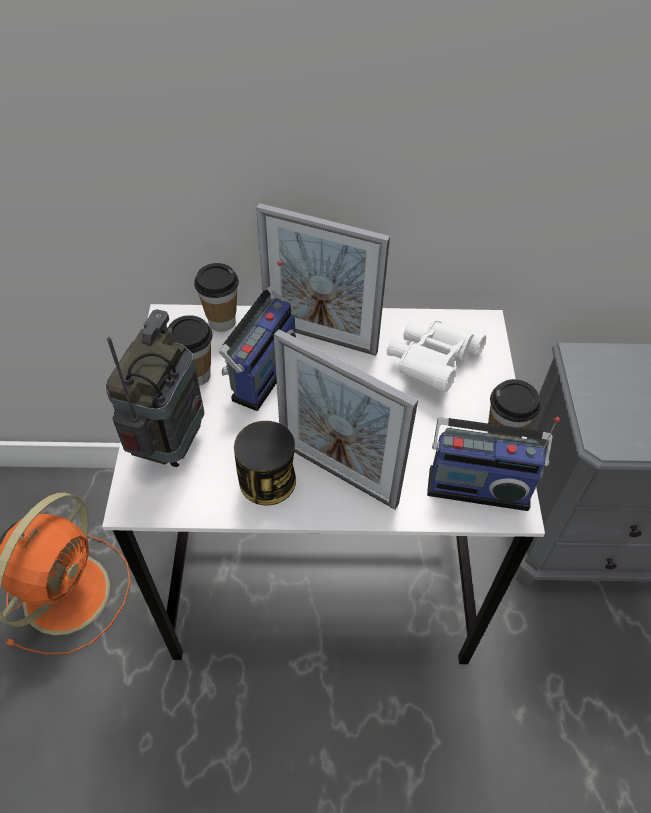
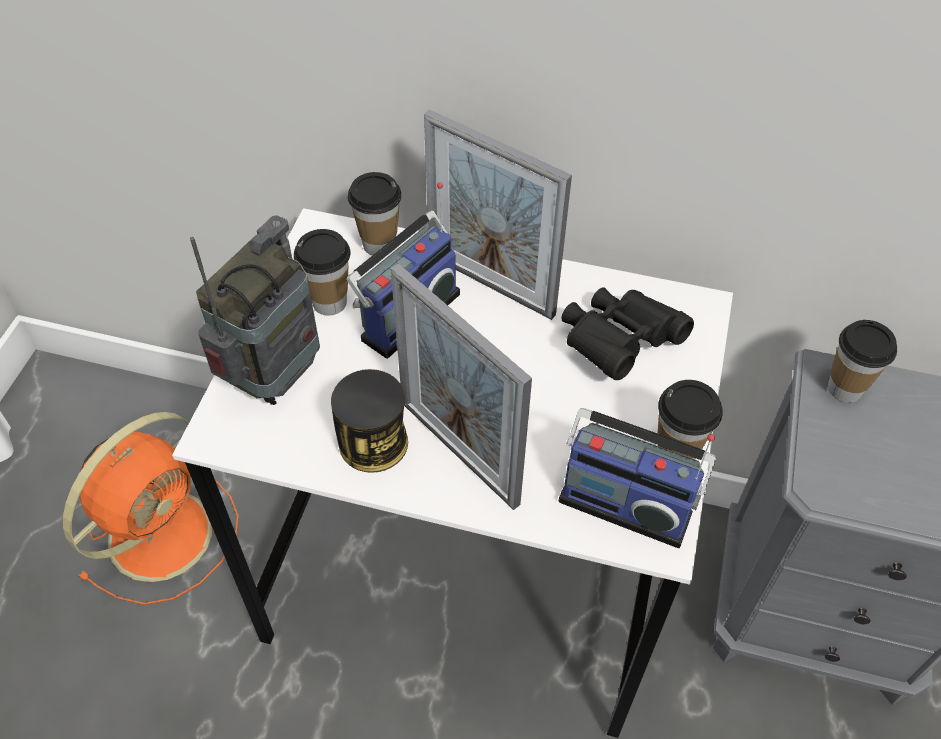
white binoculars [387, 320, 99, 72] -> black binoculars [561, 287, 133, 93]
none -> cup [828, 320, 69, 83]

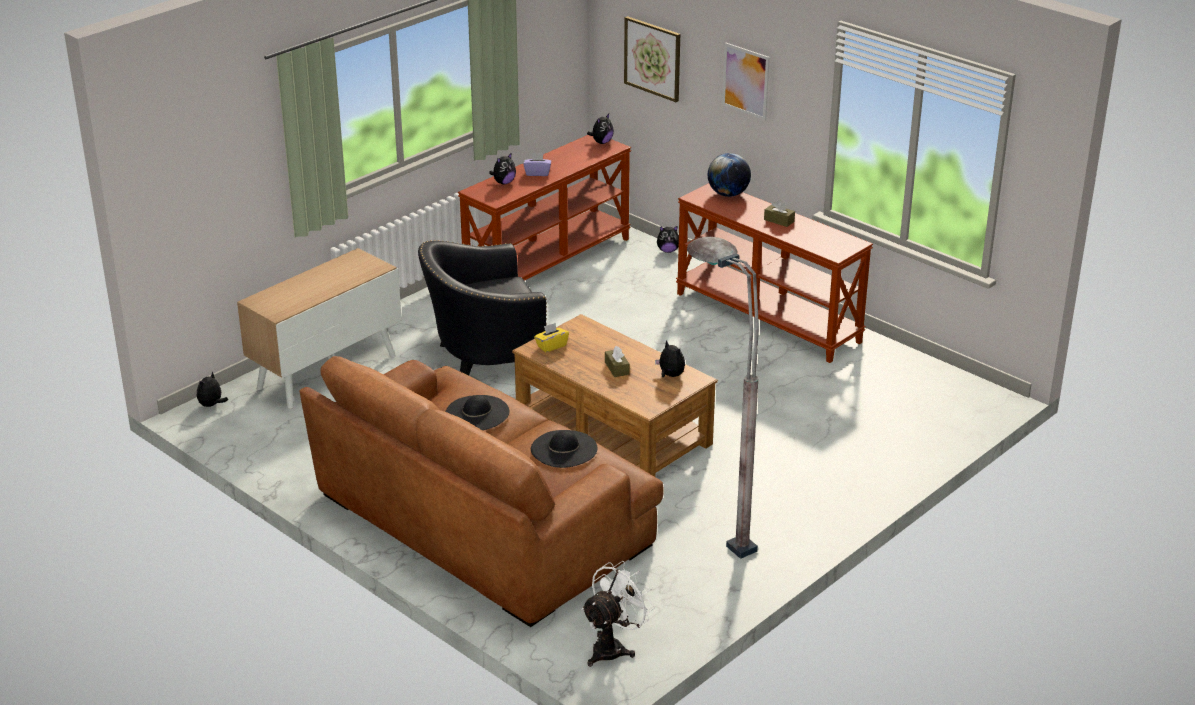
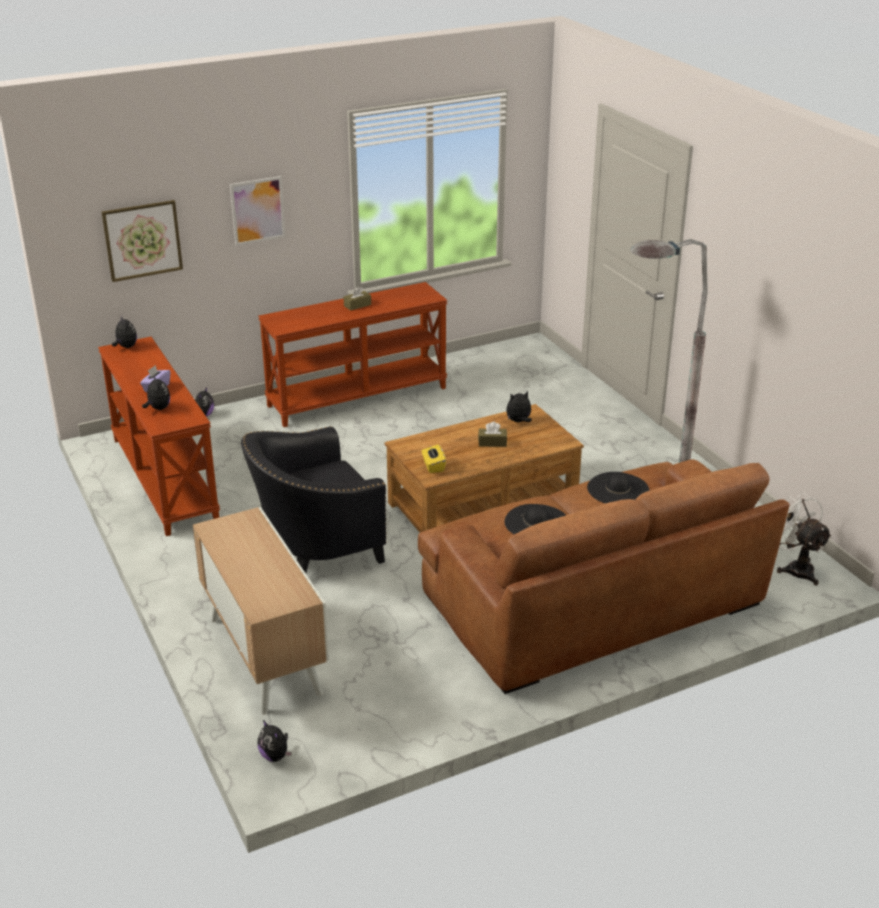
black armchair [418, 240, 129, 136] -> black armchair [241, 426, 145, 147], 60 degrees clockwise
globe [708, 153, 43, 44] -> none

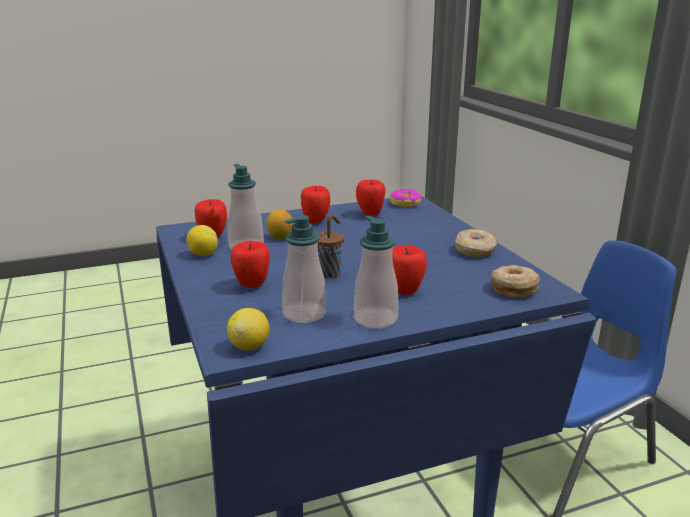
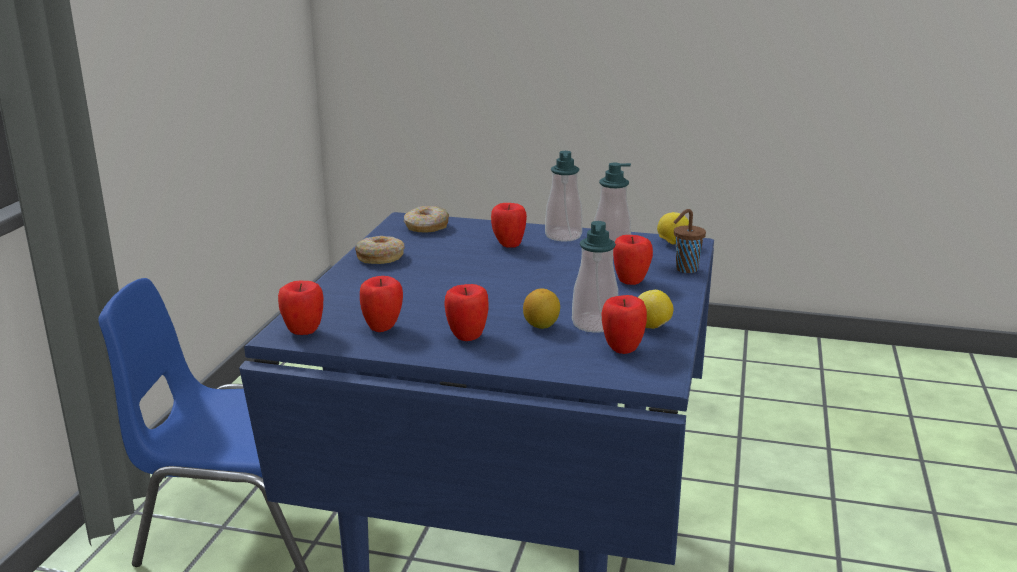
brown cup [318, 215, 26, 63] -> brown cup [674, 209, 32, 64], moved
donut [390, 189, 31, 18] -> apple [278, 281, 45, 54]

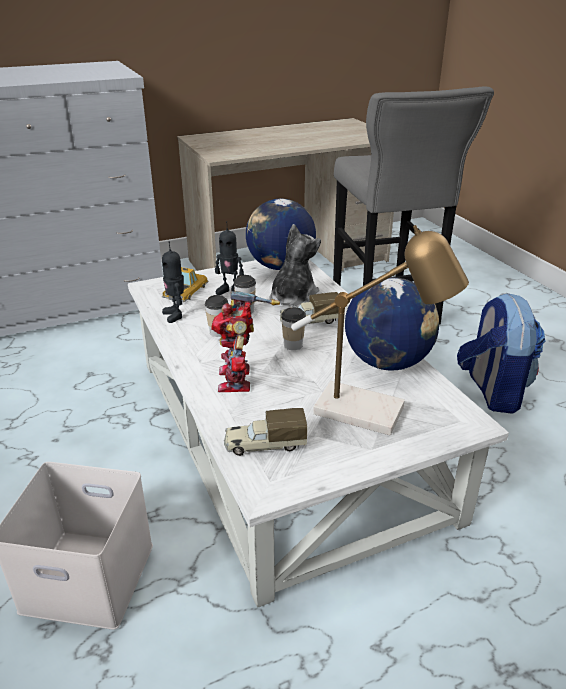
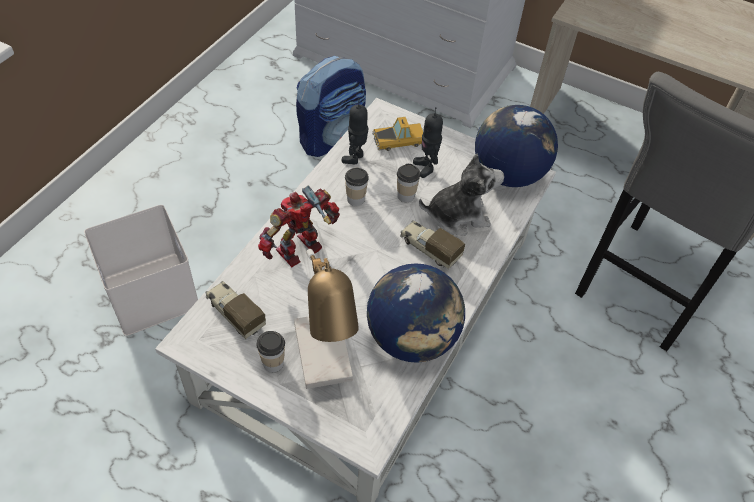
cup [281, 307, 25, 43] -> cup [257, 331, 28, 41], moved
backpack [457, 293, 88, 120] -> backpack [296, 56, 70, 101], moved

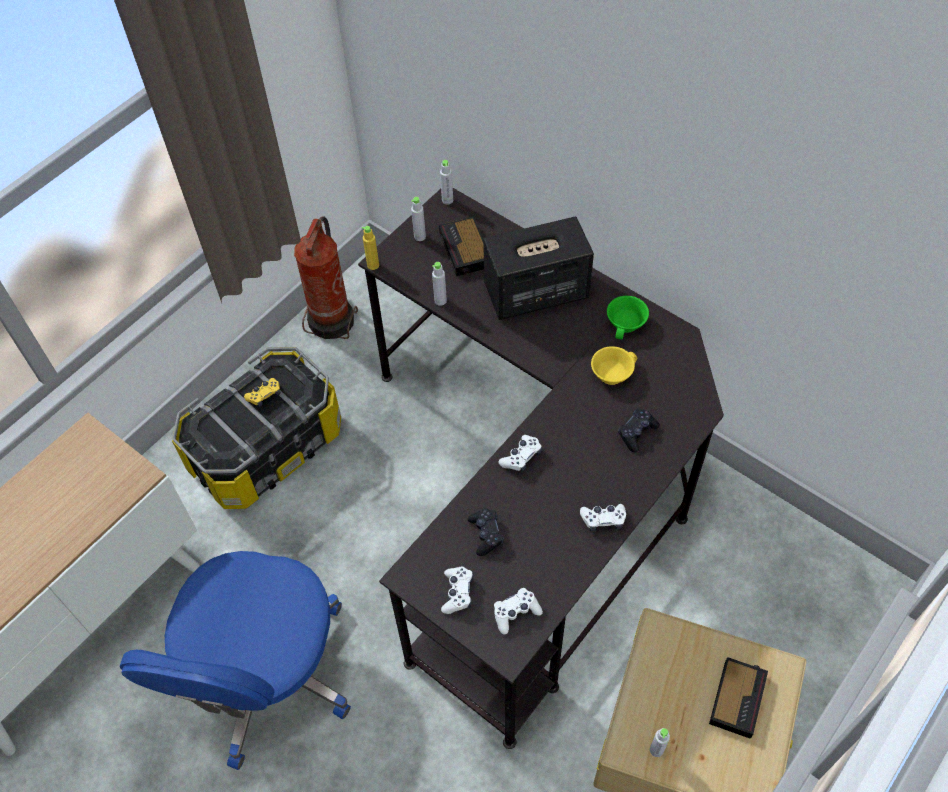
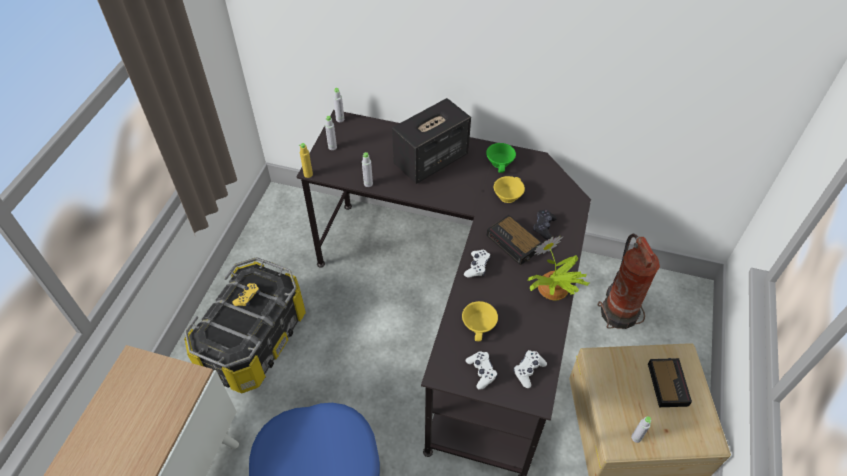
fire extinguisher [294, 216, 64, 123] -> fire extinguisher [597, 234, 63, 95], moved
alarm clock [439, 217, 45, 59] -> alarm clock [487, 215, 55, 50], moved
black game controller [468, 508, 36, 48] -> yellow cup [462, 301, 36, 40]
white game controller [580, 504, 46, 27] -> potted plant [527, 236, 63, 64]

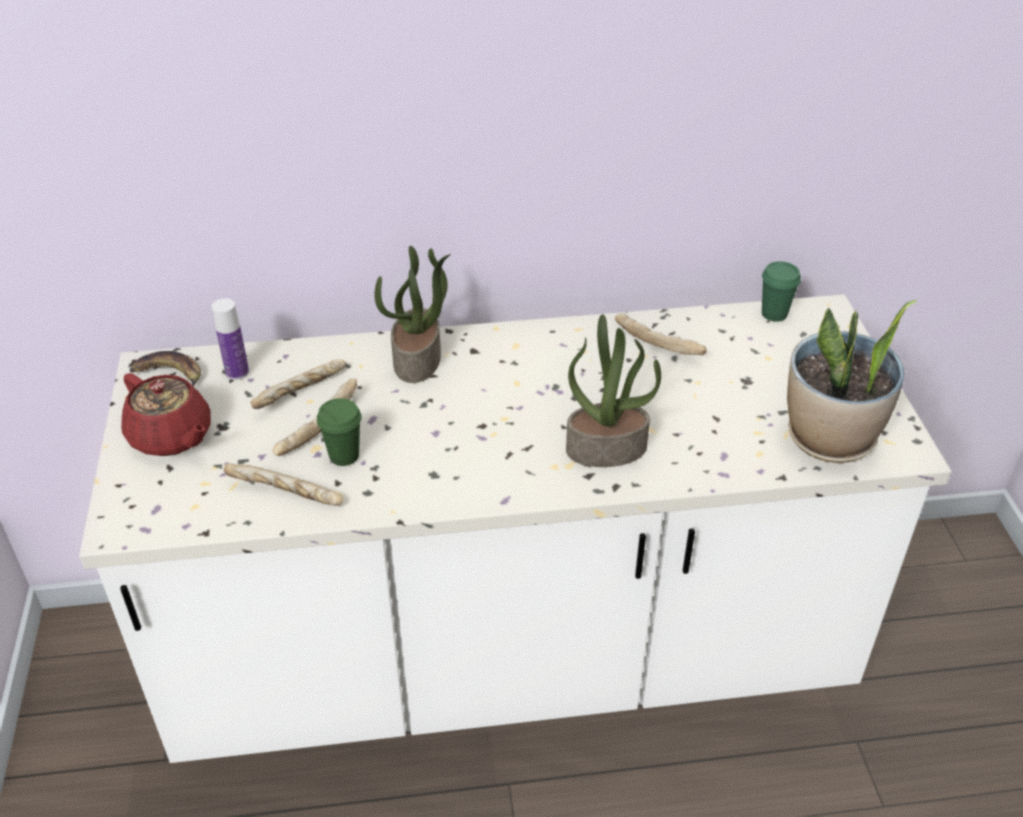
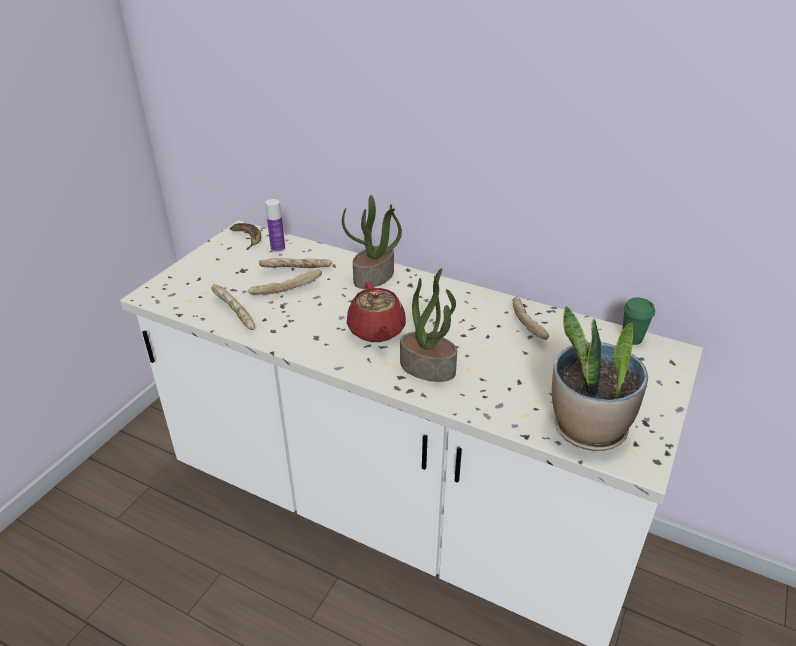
red teapot [121, 373, 90, 83] -> red teapot [347, 282, 59, 60], moved
green cup [317, 398, 45, 68] -> none

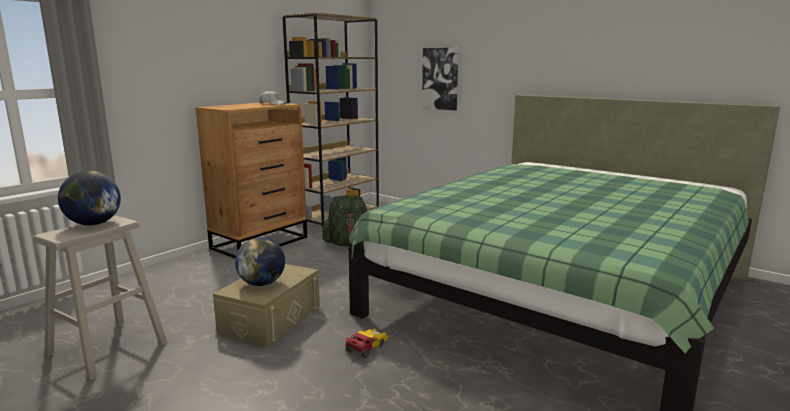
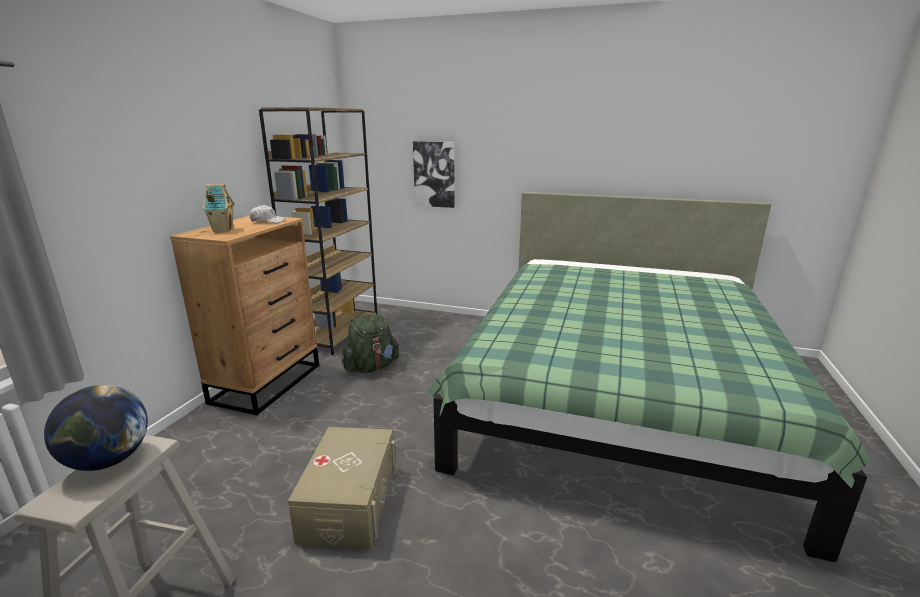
globe [235, 237, 50, 49] -> none
toy car [346, 328, 42, 30] -> none
none -> toy house [202, 184, 33, 48]

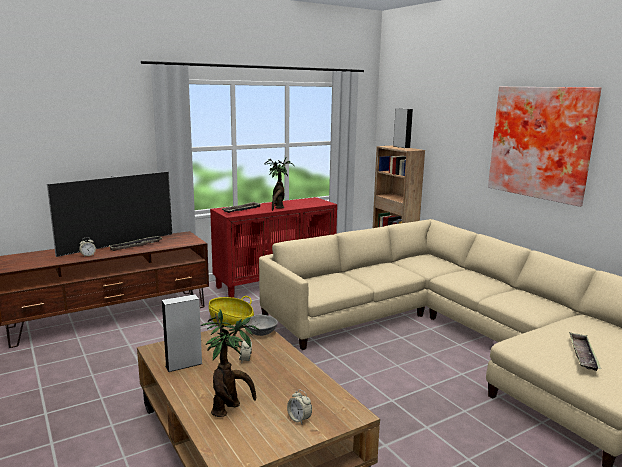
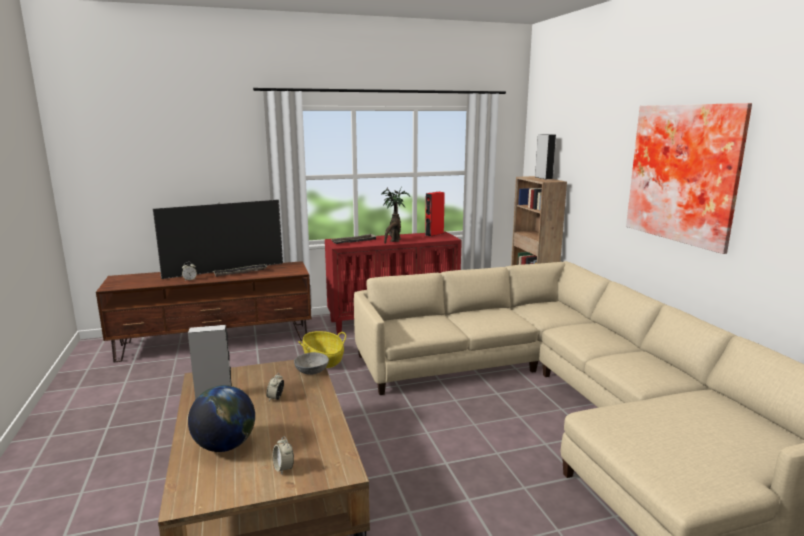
potted plant [201, 309, 58, 108] -> globe [188, 385, 67, 67]
tray [569, 332, 32, 39] -> none
none -> red speaker [425, 192, 20, 44]

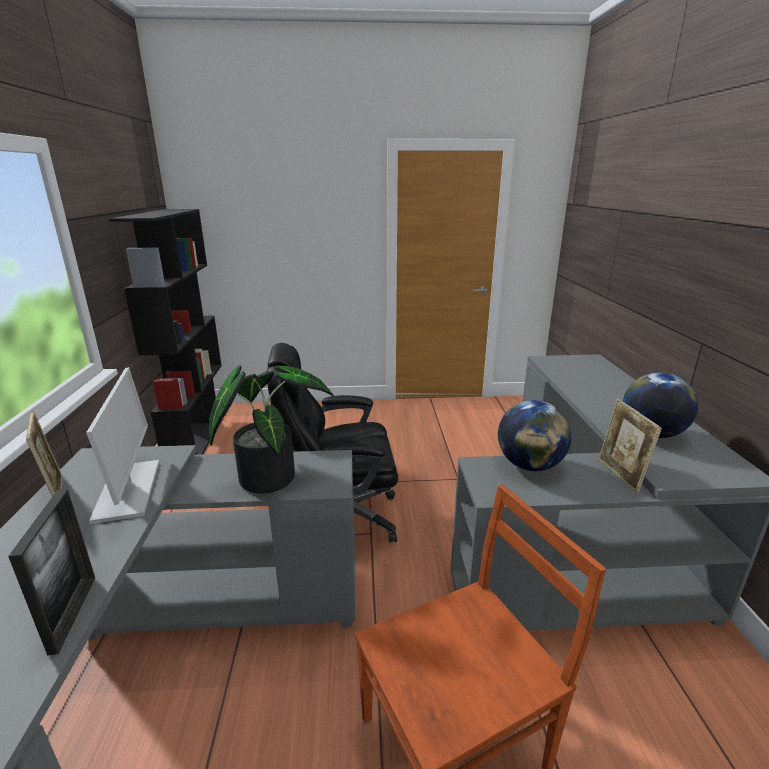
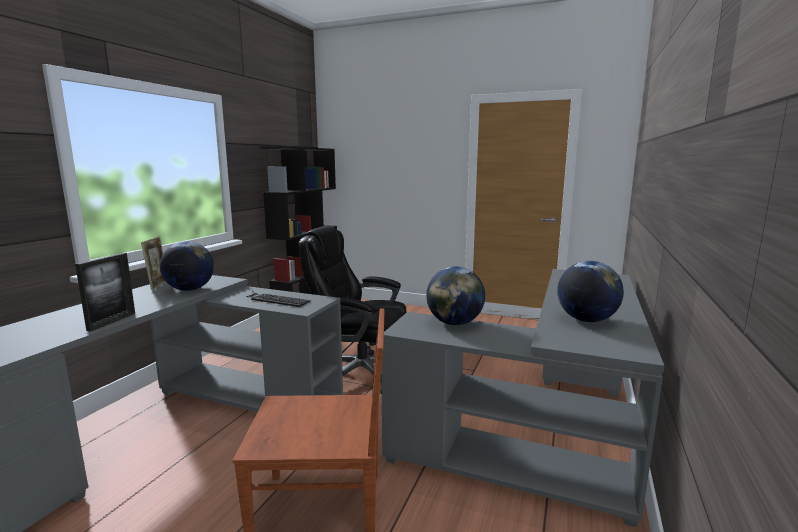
monitor [86, 367, 73, 157] -> globe [160, 241, 54, 50]
potted plant [209, 365, 125, 128] -> keyboard [246, 291, 65, 16]
picture frame [598, 399, 64, 94] -> none

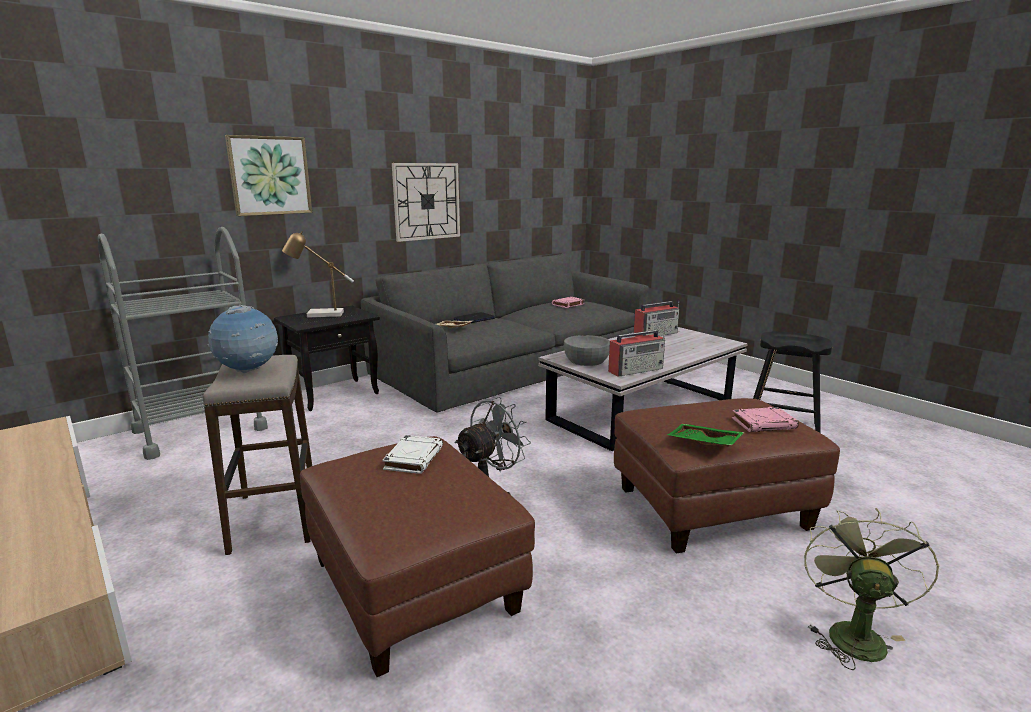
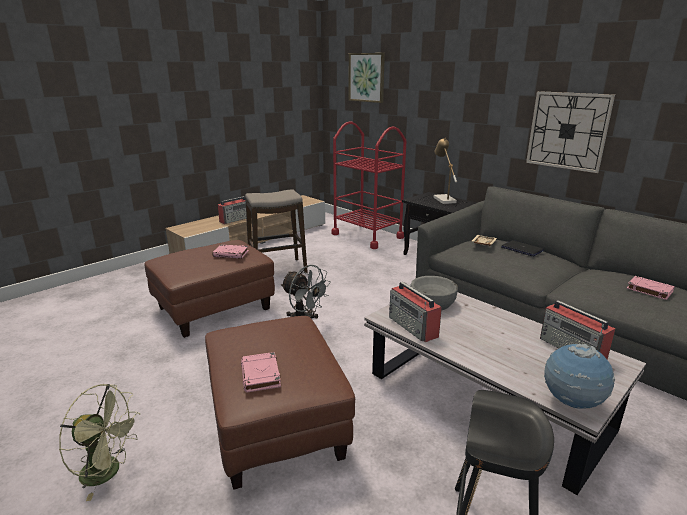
grey cart [98, 227, 170, 233] -> red cart [332, 121, 74, 128]
globe [207, 305, 71, 68] -> globe [544, 344, 71, 65], moved
picture [225, 135, 87, 81] -> picture [348, 53, 37, 50], moved
white book [382, 435, 61, 39] -> pink book [213, 244, 36, 14]
green tray [667, 424, 78, 23] -> none
none -> radio [218, 196, 28, 28]

